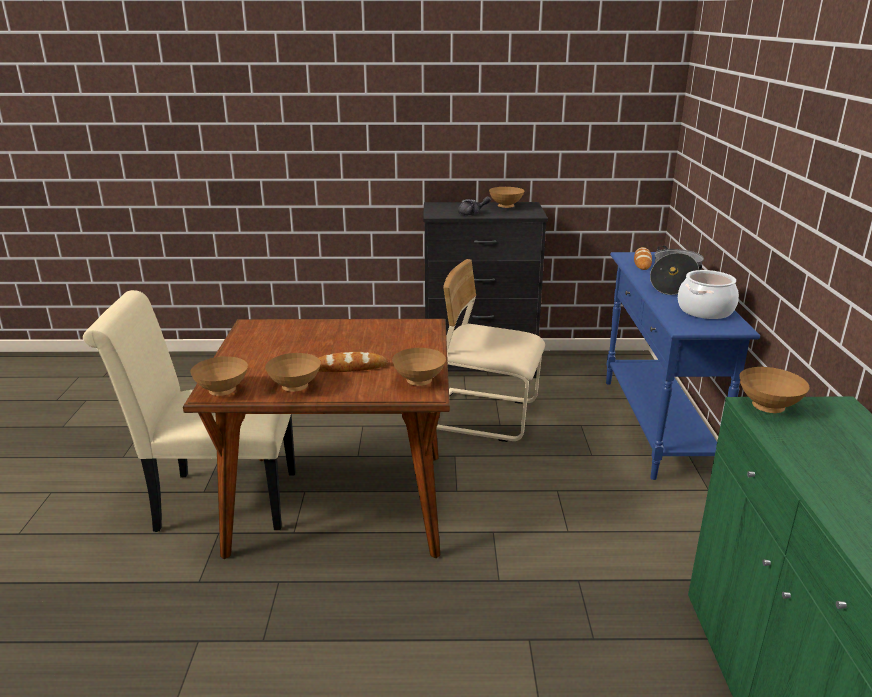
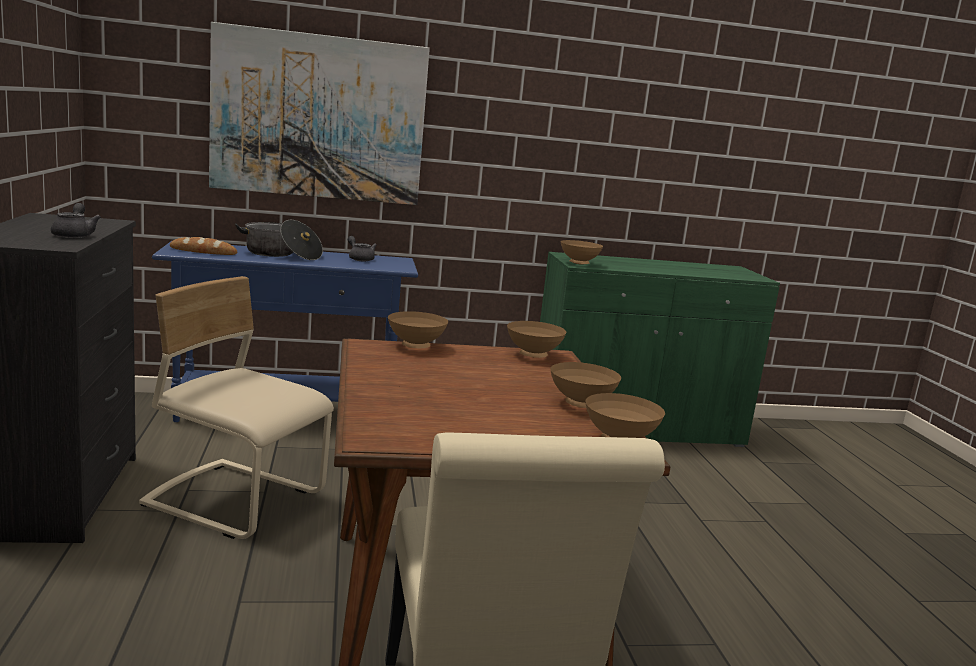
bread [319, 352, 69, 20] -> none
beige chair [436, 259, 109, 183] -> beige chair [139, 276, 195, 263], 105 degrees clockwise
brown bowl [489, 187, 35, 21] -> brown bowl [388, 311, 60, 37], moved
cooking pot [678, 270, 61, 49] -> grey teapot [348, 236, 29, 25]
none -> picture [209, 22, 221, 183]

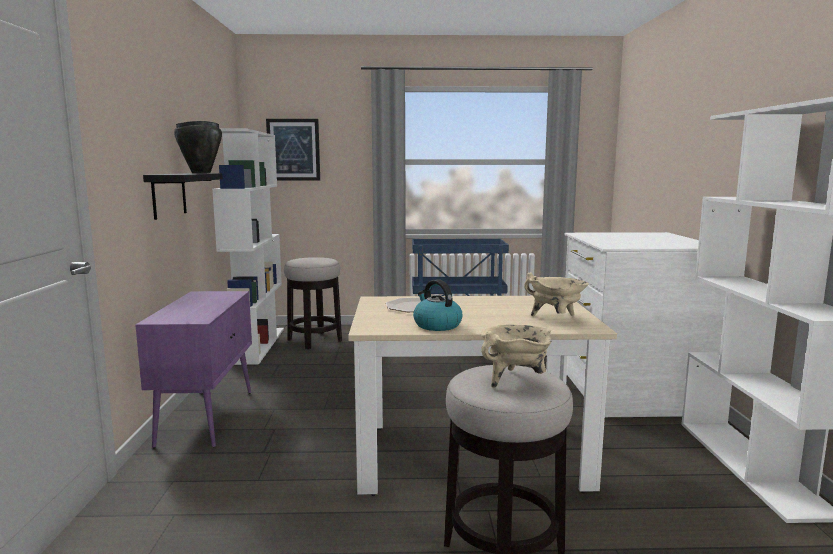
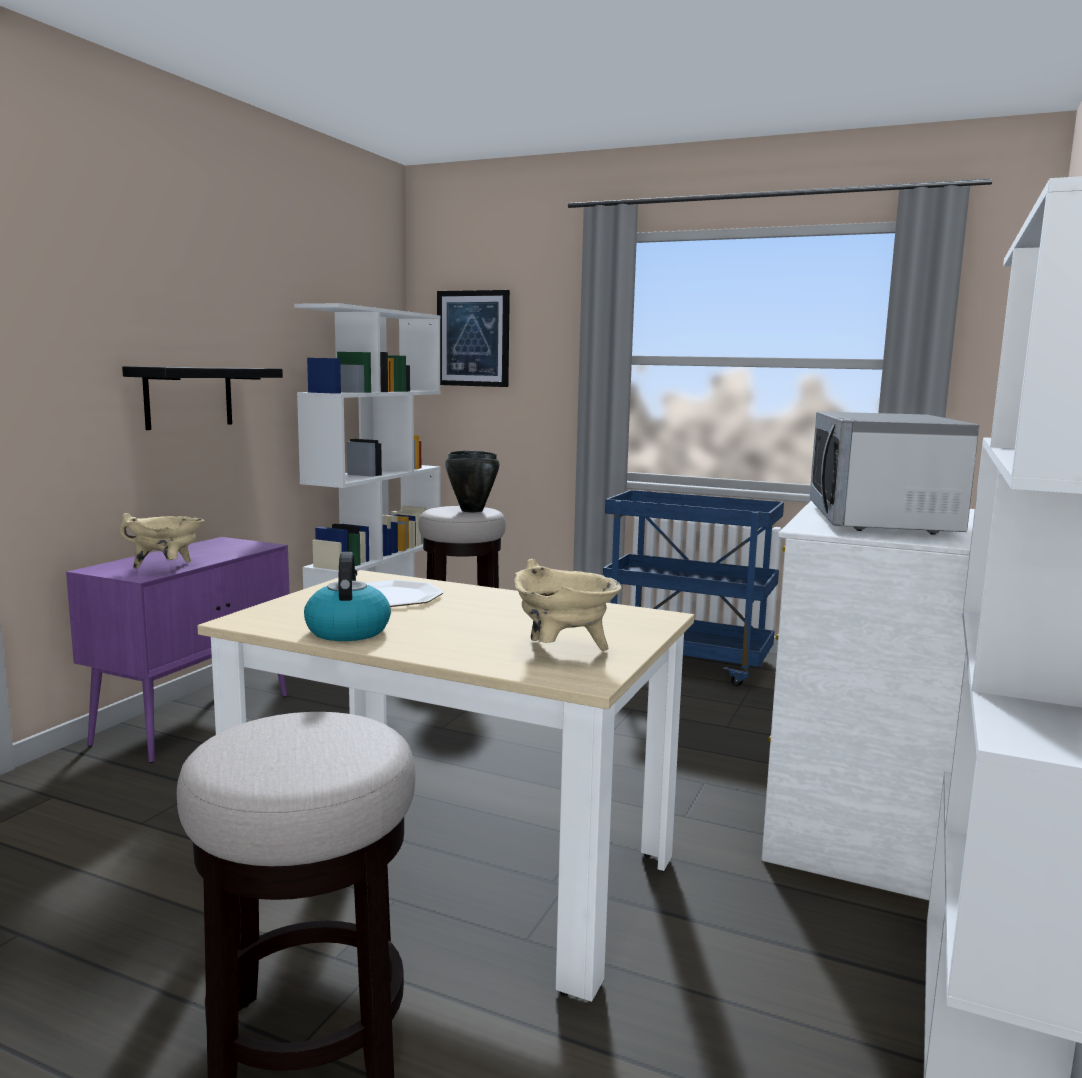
black cooking pot [174, 121, 48, 52] -> black cooking pot [445, 451, 54, 61], moved
beige cooking pot [481, 325, 71, 63] -> beige cooking pot [120, 513, 84, 56], moved
none -> microwave [810, 411, 169, 124]

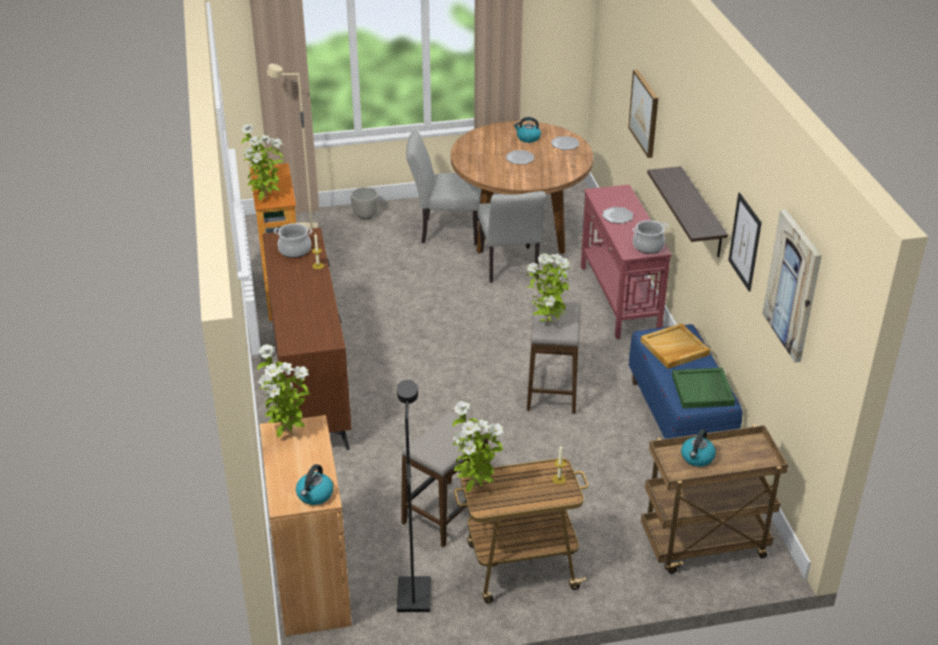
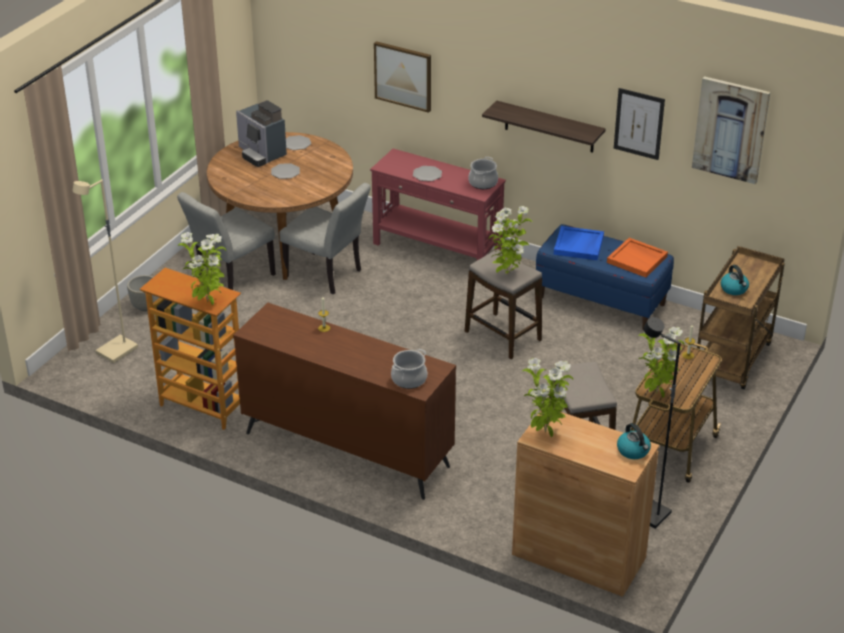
cooking pot [274, 223, 39, 35] -> cooking pot [391, 349, 36, 40], moved
kettle [513, 117, 28, 26] -> coffee machine [236, 100, 51, 67]
beige tray [640, 323, 70, 46] -> blue tray [554, 226, 50, 34]
green tray [672, 368, 63, 40] -> orange tray [607, 238, 61, 39]

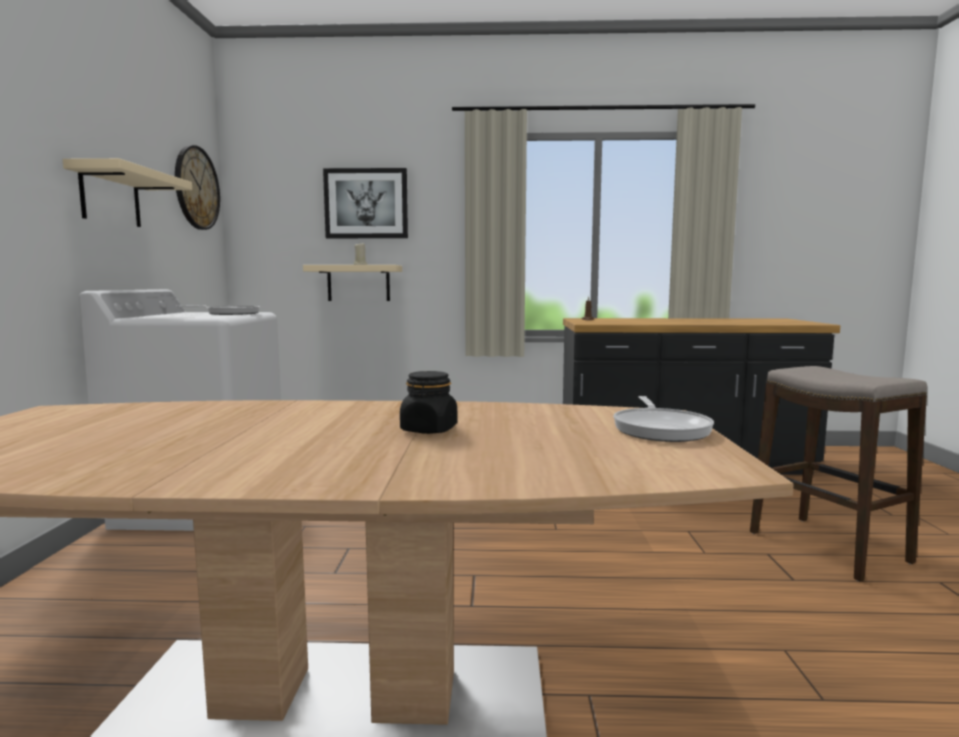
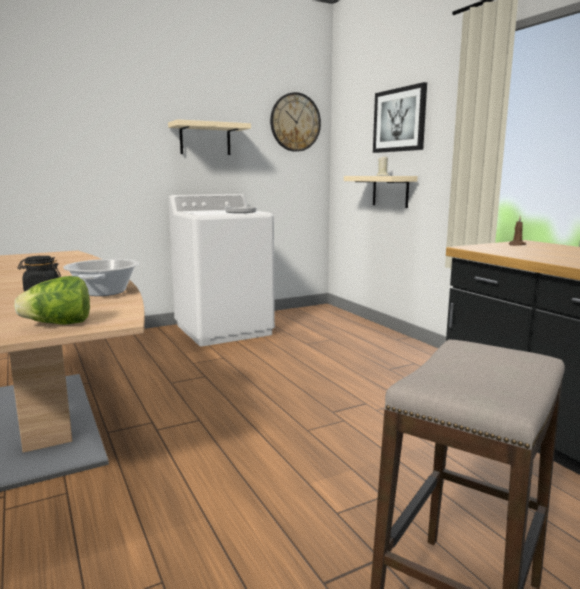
frying pan [613, 396, 101, 46] -> lettuce [14, 276, 76, 48]
none -> cooking pot [63, 259, 76, 37]

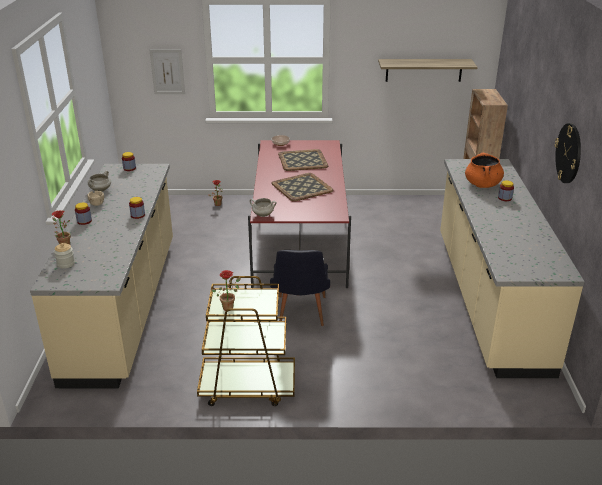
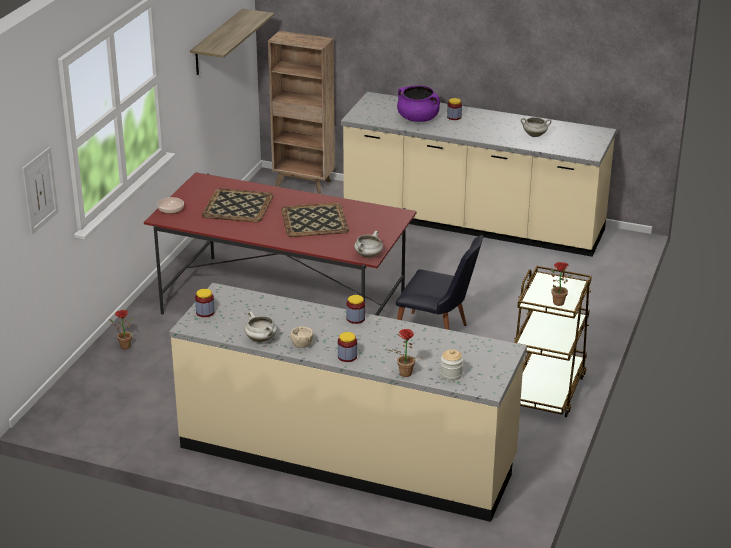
orange cooking pot [465, 153, 39, 35] -> purple cooking pot [397, 85, 43, 37]
wall clock [555, 123, 26, 60] -> none
none -> white cooking pot [521, 117, 30, 20]

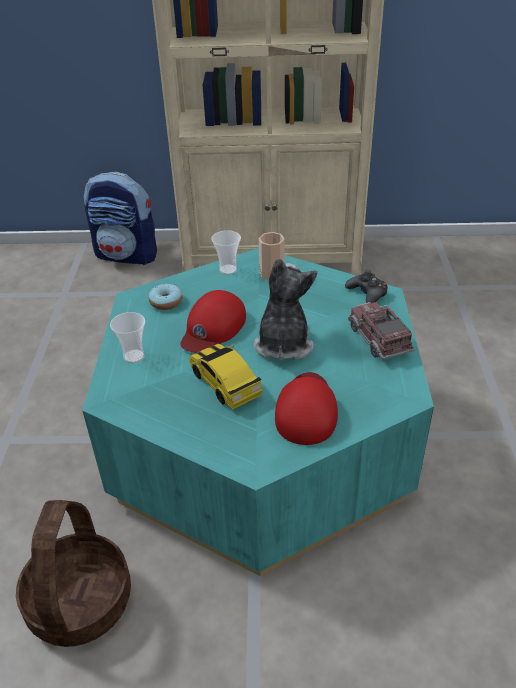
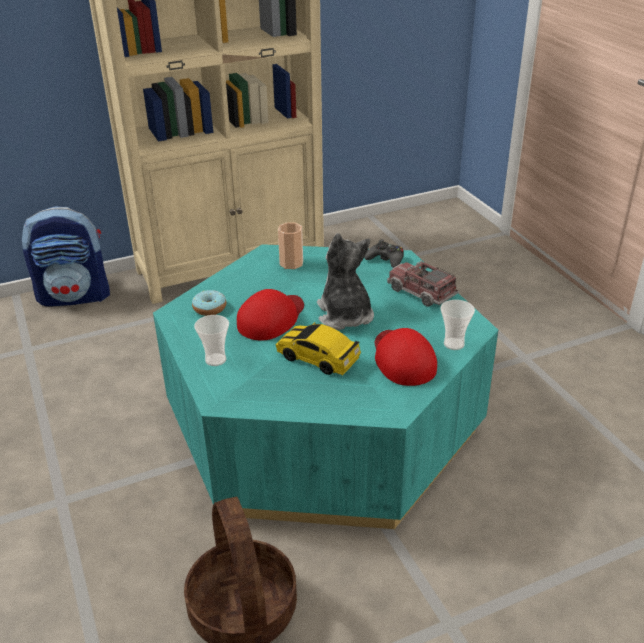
red cap [181, 290, 65, 63] -> red cap [237, 289, 67, 51], 150 degrees counterclockwise
cup [211, 230, 30, 45] -> cup [440, 300, 35, 50], moved

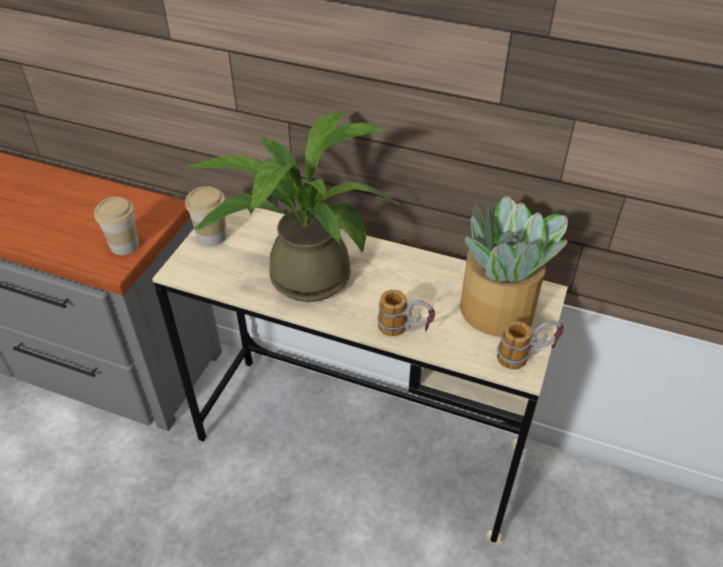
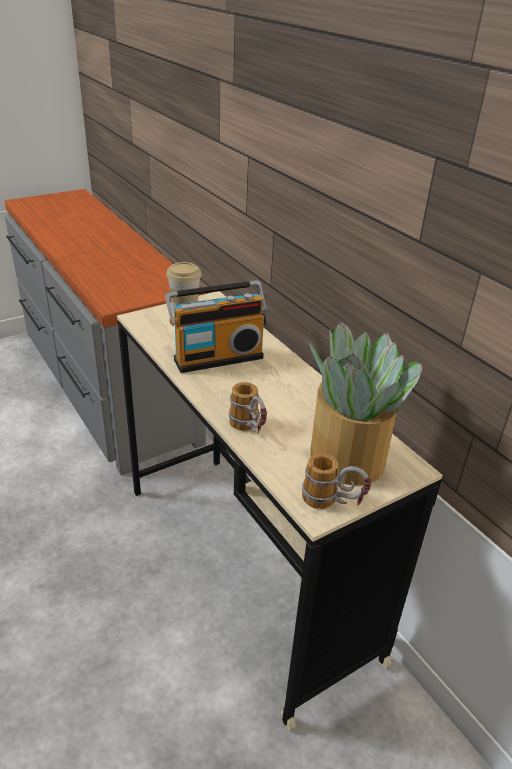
cup [94, 197, 45, 58] -> none
potted plant [187, 111, 215, 191] -> radio [165, 280, 102, 93]

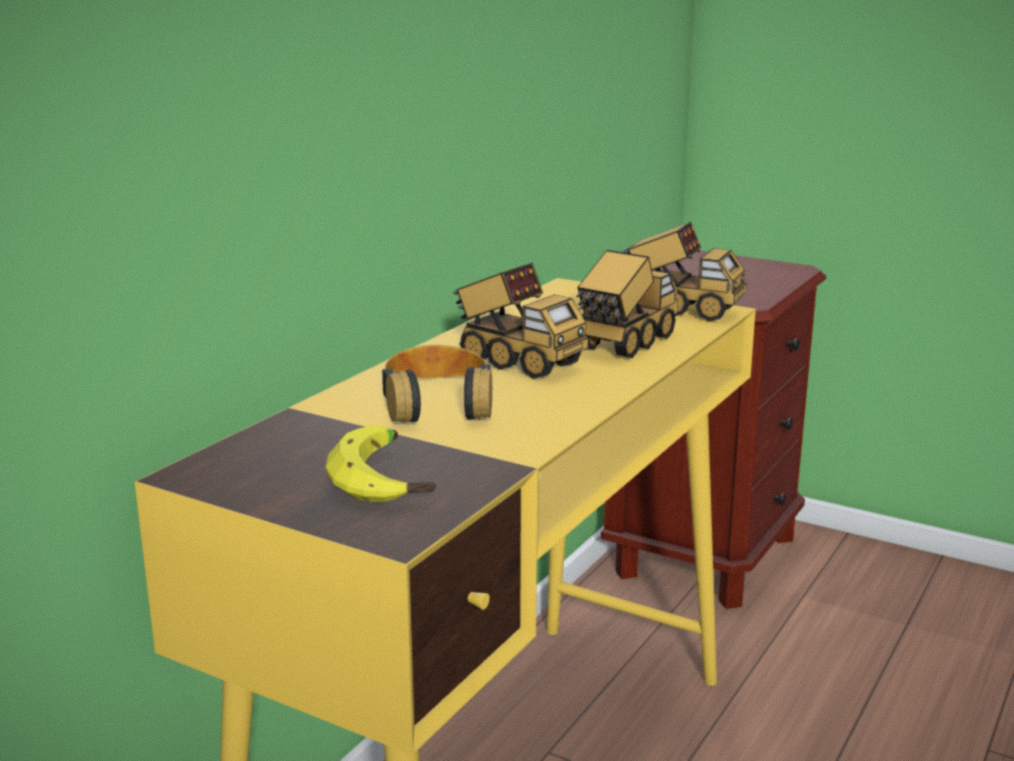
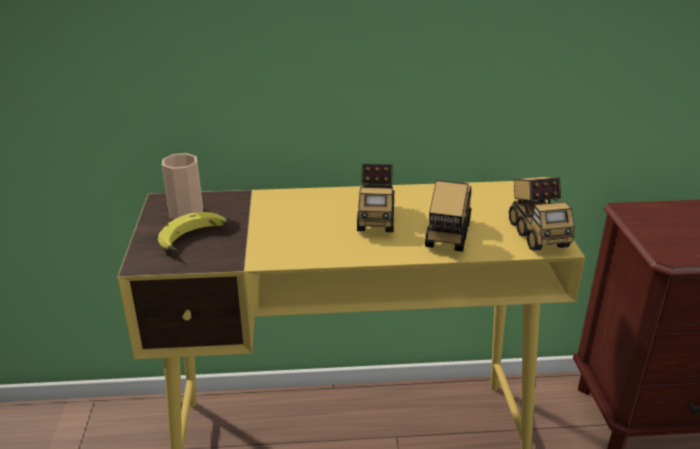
headphones [382, 345, 110, 77] -> none
toy truck [576, 250, 102, 108] -> toy truck [425, 180, 46, 72], 75 degrees counterclockwise
none -> cup [162, 153, 41, 66]

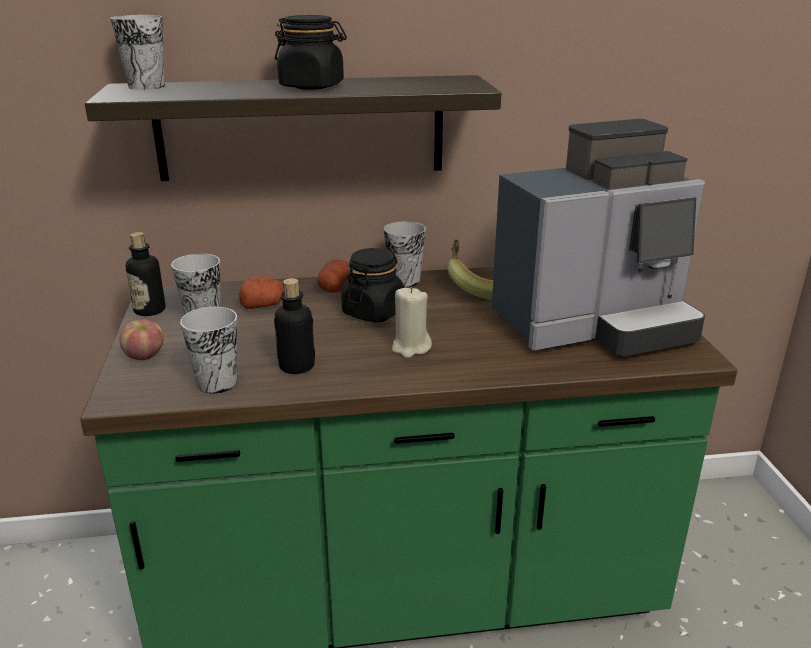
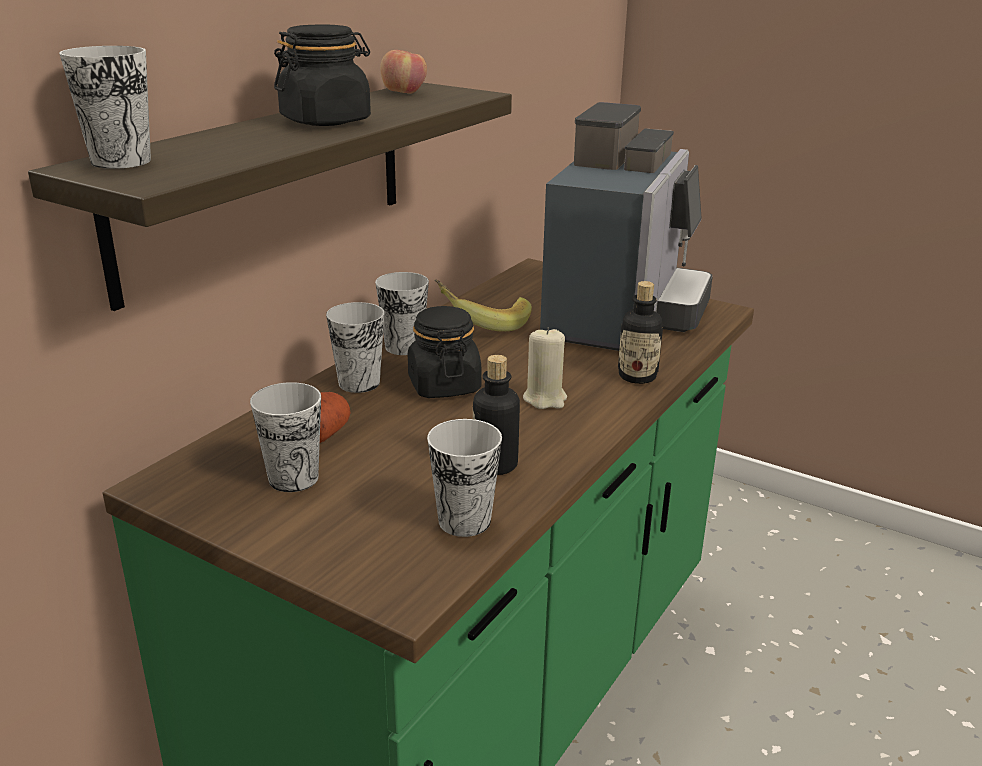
apple [119, 319, 45, 41] -> apple [380, 50, 47, 44], moved
bottle [126, 232, 40, 84] -> bottle [618, 281, 45, 103], moved
potato [317, 259, 33, 34] -> cup [326, 302, 59, 91]

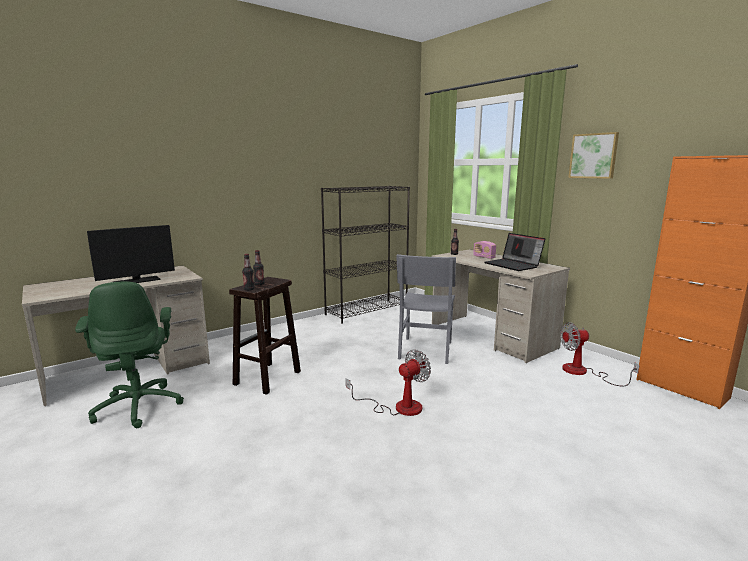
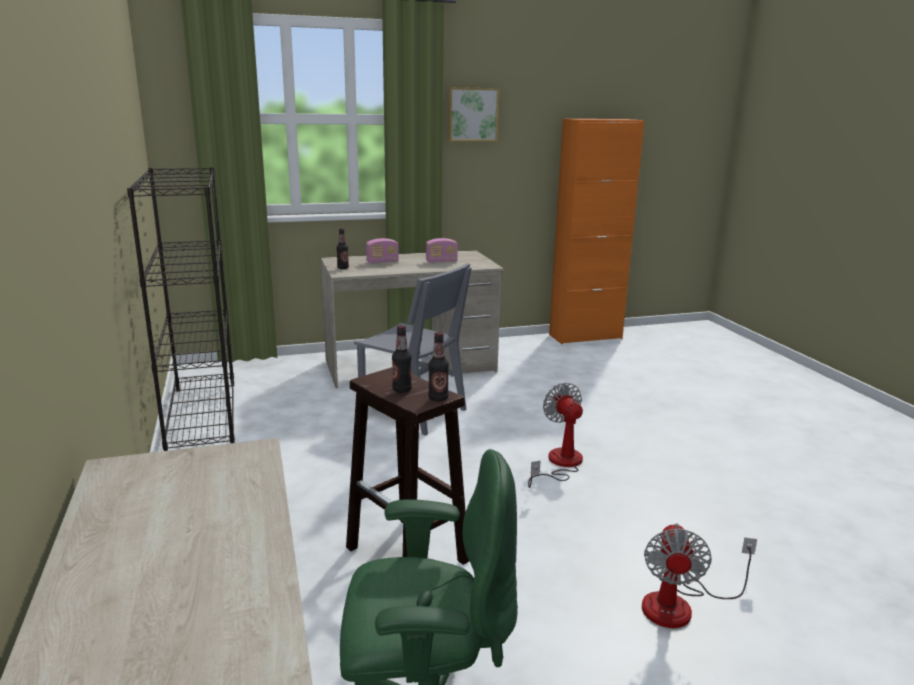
monitor [87, 225, 88, 58] -> none
laptop [485, 233, 60, 38] -> radio [426, 238, 32, 25]
fan [560, 322, 80, 65] -> fan [642, 523, 115, 105], moved

